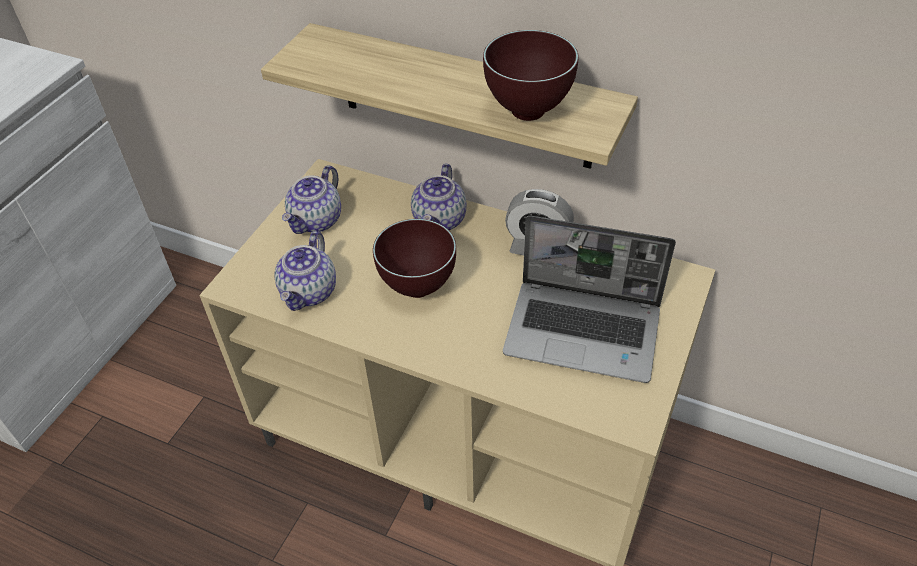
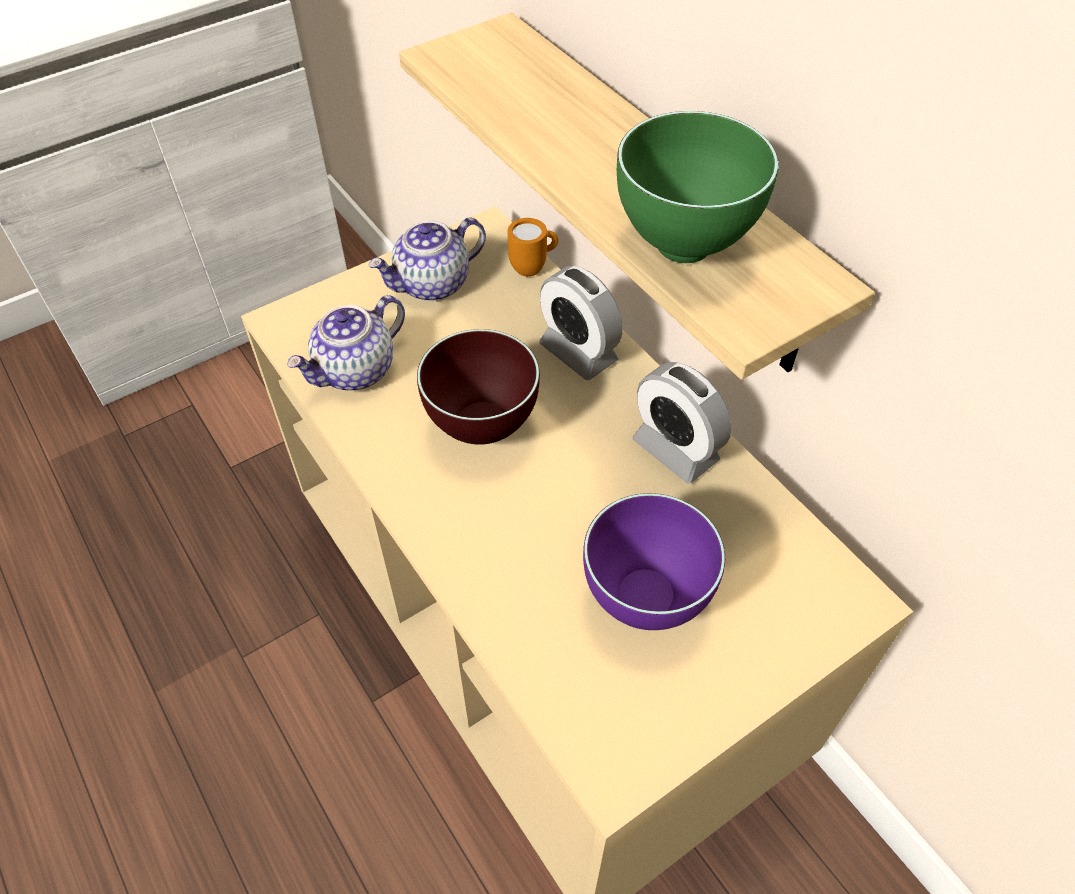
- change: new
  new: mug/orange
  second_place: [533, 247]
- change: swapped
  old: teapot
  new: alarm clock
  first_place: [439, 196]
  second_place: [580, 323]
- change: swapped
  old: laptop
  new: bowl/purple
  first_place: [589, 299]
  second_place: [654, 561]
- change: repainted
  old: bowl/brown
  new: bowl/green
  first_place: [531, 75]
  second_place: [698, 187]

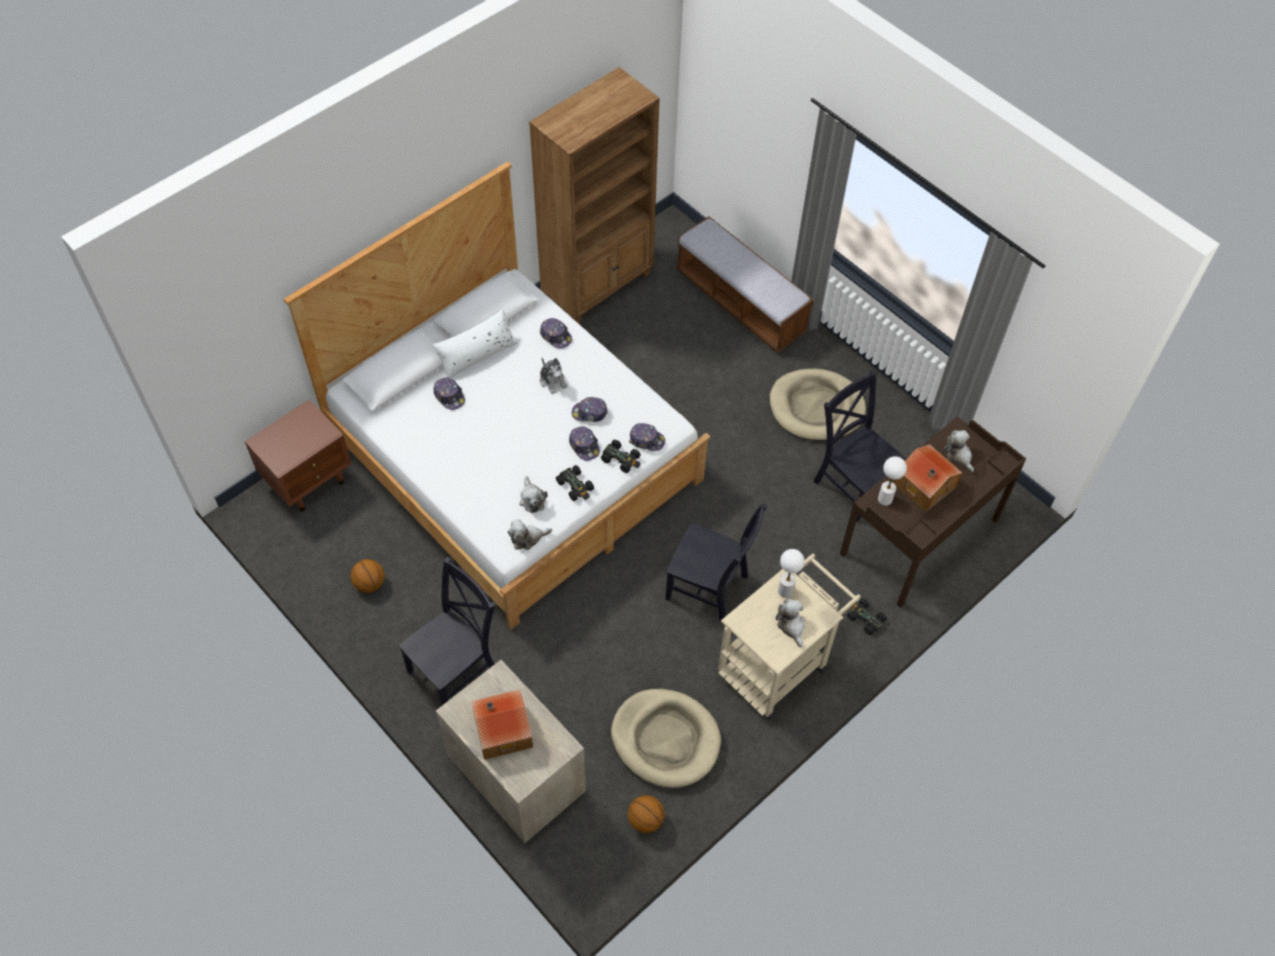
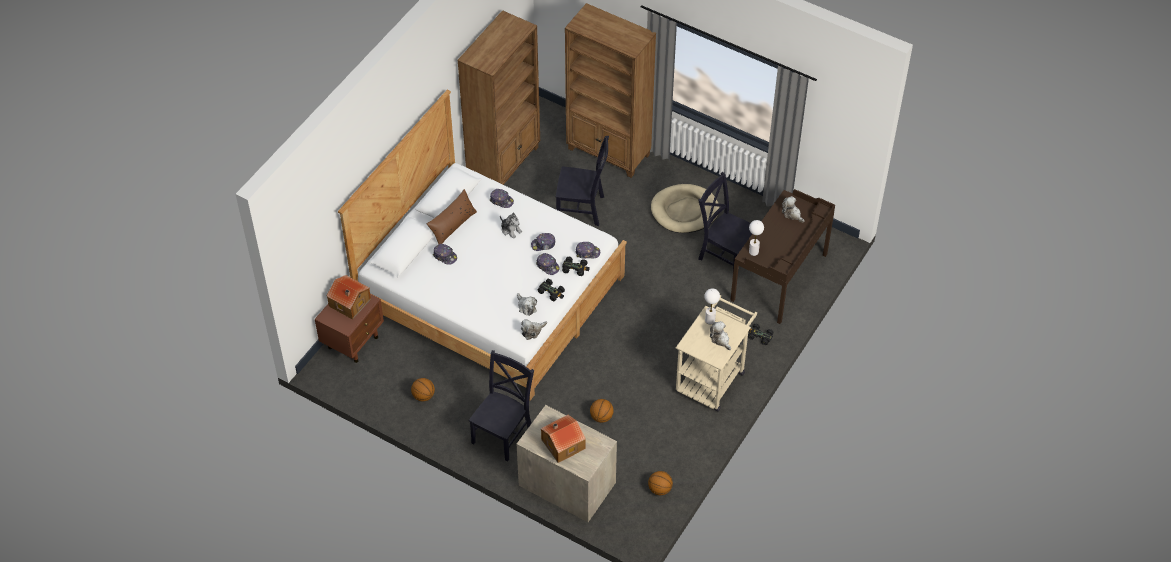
- change: gone
  old: dog bed/beige
  first_place: [666, 738]
- change: new
  new: basketball
  second_place: [602, 411]
- change: shifted
  old: chair/black
  first_place: [716, 563]
  second_place: [582, 181]
- change: shifted
  old: toy house
  first_place: [928, 478]
  second_place: [349, 297]
- change: swapped
  old: bench
  new: bookcase/brown
  first_place: [745, 284]
  second_place: [610, 90]
- change: repainted
  old: pillow/white
  new: pillow/brown
  first_place: [475, 343]
  second_place: [452, 217]

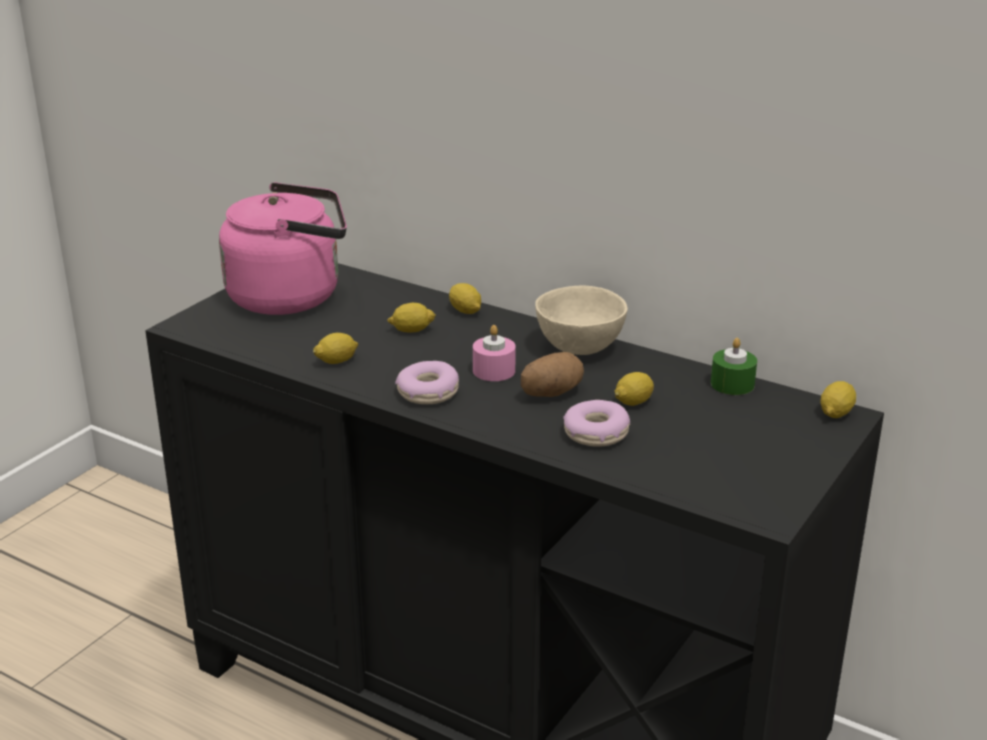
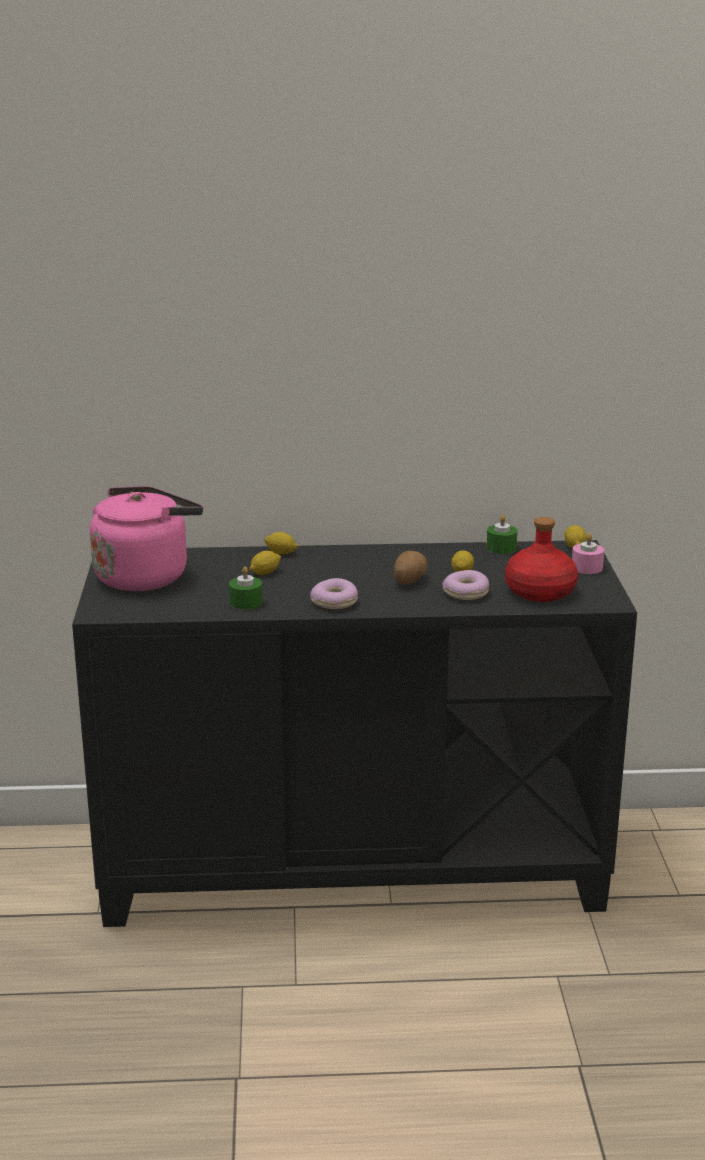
- change: gone
  old: bowl/beige
  first_place: [581, 320]
- change: new
  new: bottle/red
  second_place: [541, 559]
- change: shifted
  old: candle/pink
  first_place: [494, 353]
  second_place: [588, 553]
- change: swapped
  old: lemon
  new: candle/green
  first_place: [335, 348]
  second_place: [246, 588]

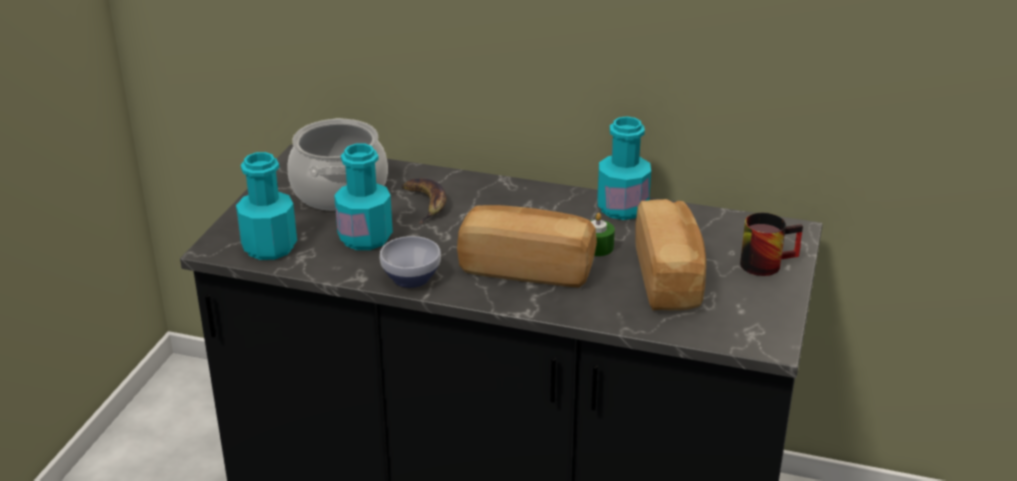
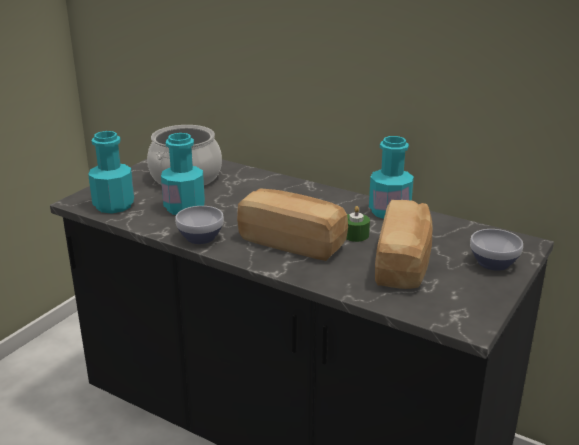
- change: gone
  old: banana
  first_place: [424, 201]
- change: swapped
  old: mug
  new: bowl
  first_place: [771, 244]
  second_place: [496, 250]

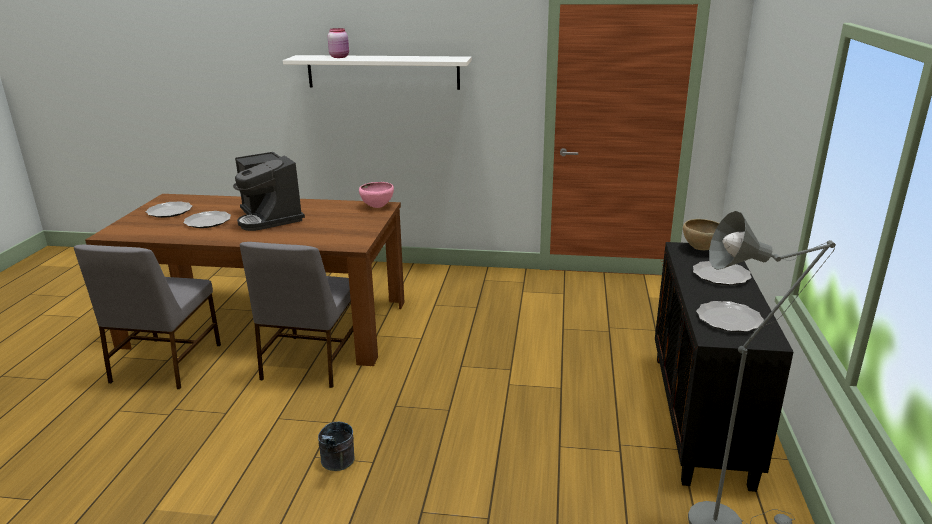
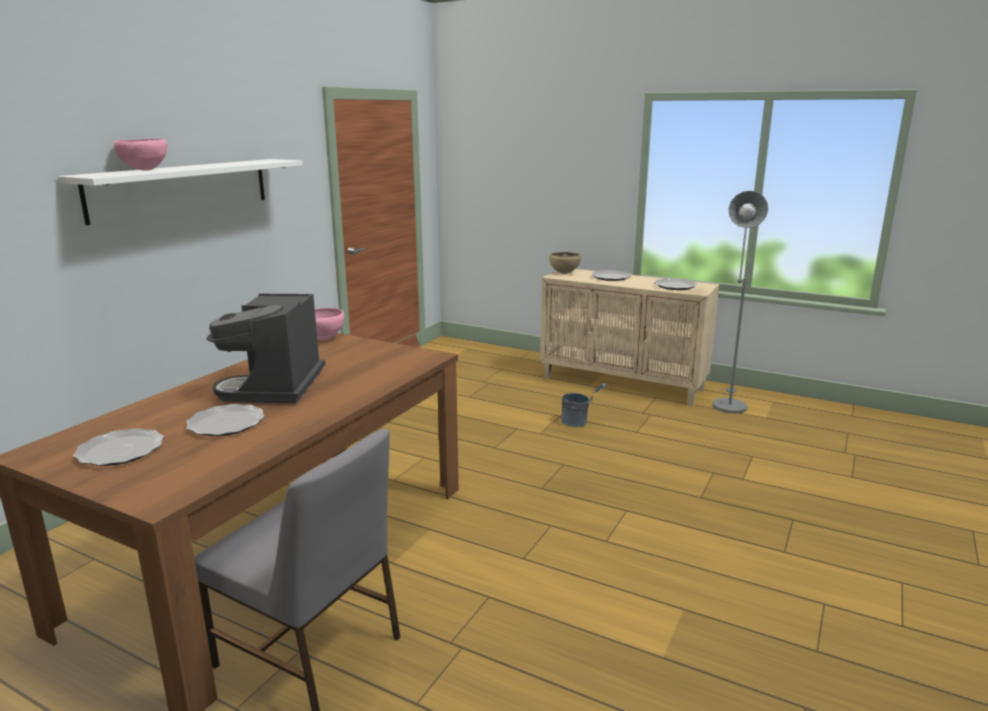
- change: gone
  old: chair/grey
  first_place: [296, 315]
- change: shifted
  old: bucket/grey
  first_place: [336, 446]
  second_place: [584, 405]
- change: swapped
  old: jar/pink
  new: bowl/pink
  first_place: [338, 43]
  second_place: [140, 155]
- change: repainted
  old: cabinet/black
  new: cabinet/beige
  first_place: [724, 367]
  second_place: [629, 337]
- change: rotated
  old: coffee machine
  first_place: [269, 191]
  second_place: [266, 348]
  degrees: 105

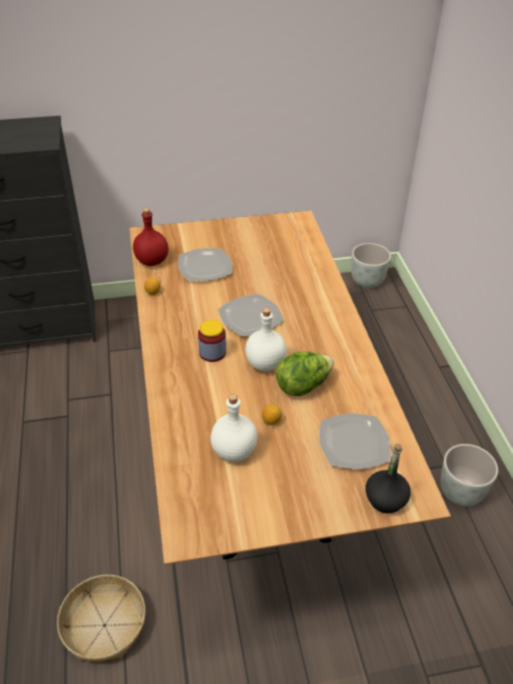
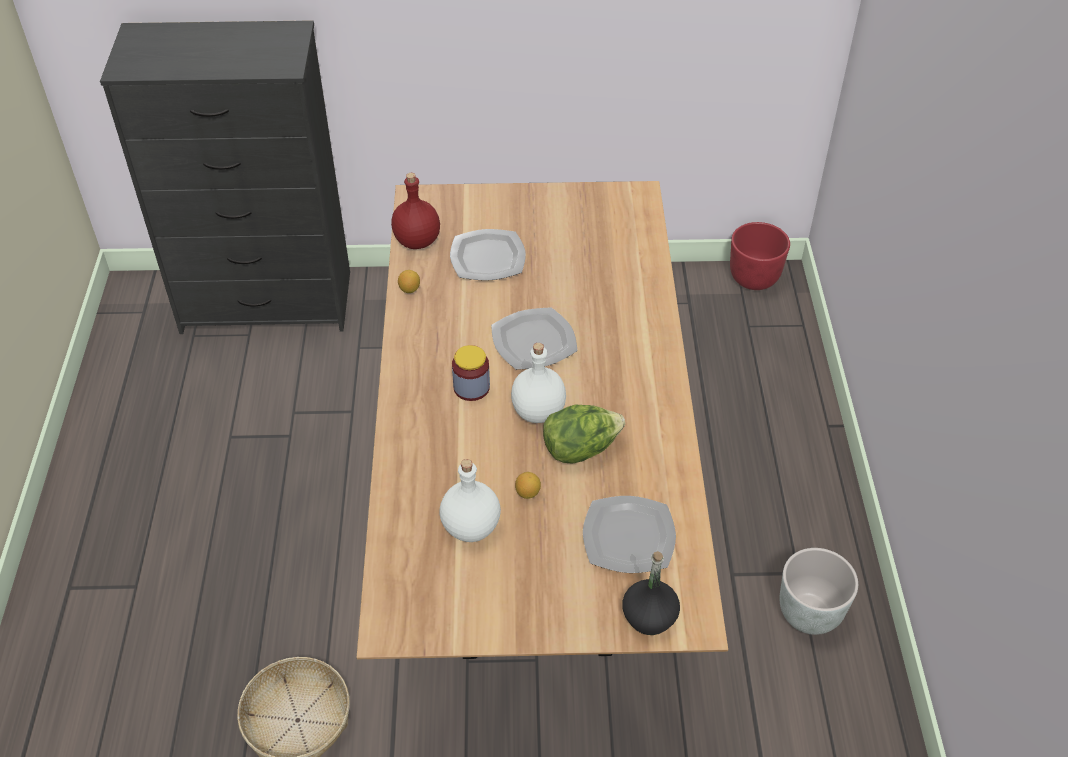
- change: repainted
  old: planter/grey
  new: planter/red
  first_place: [371, 265]
  second_place: [760, 256]

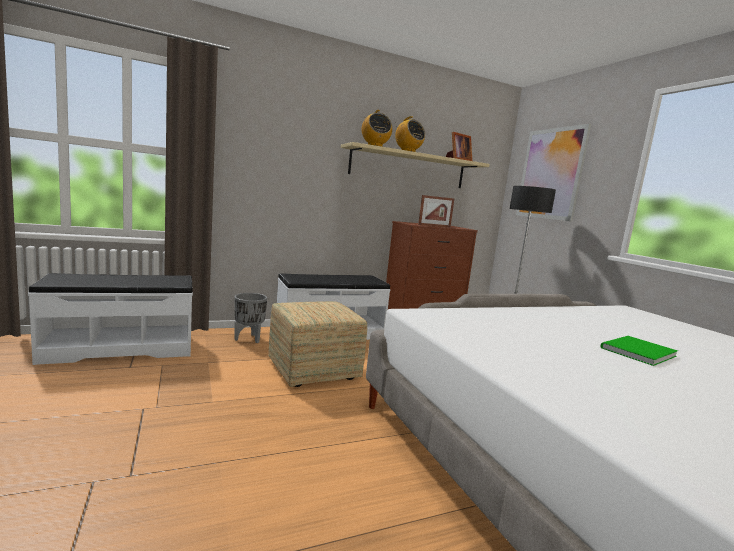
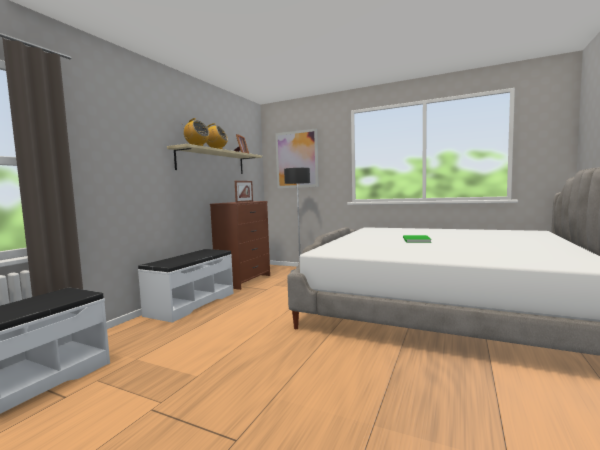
- change: gone
  old: planter/grey
  first_place: [250, 318]
- change: gone
  old: ottoman
  first_place: [317, 344]

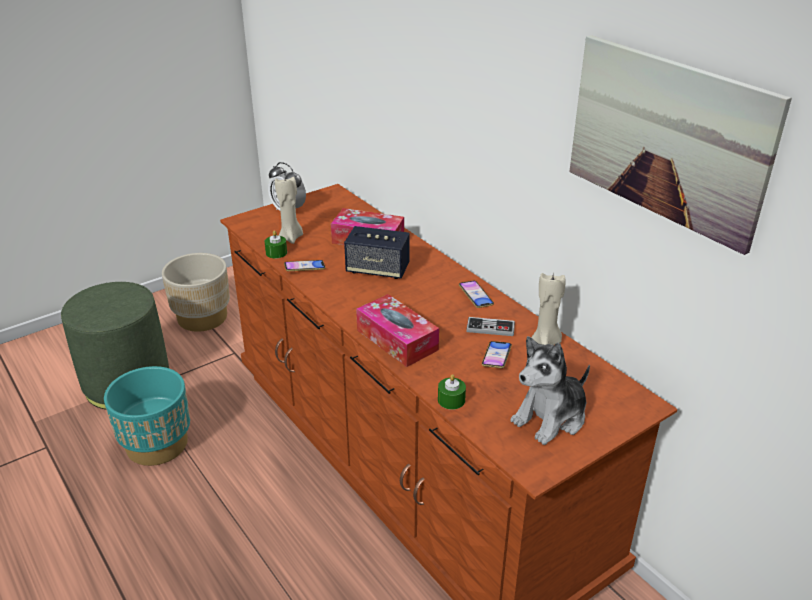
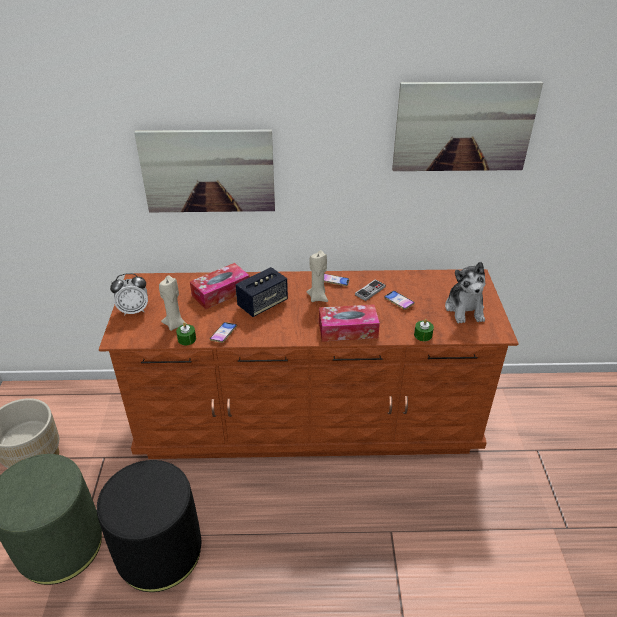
- change: new
  new: picture
  second_place: [204, 170]
- change: shifted
  old: candle/beige
  first_place: [548, 308]
  second_place: [317, 276]
- change: swapped
  old: planter/turquoise
  new: ottoman/black
  first_place: [147, 416]
  second_place: [149, 526]

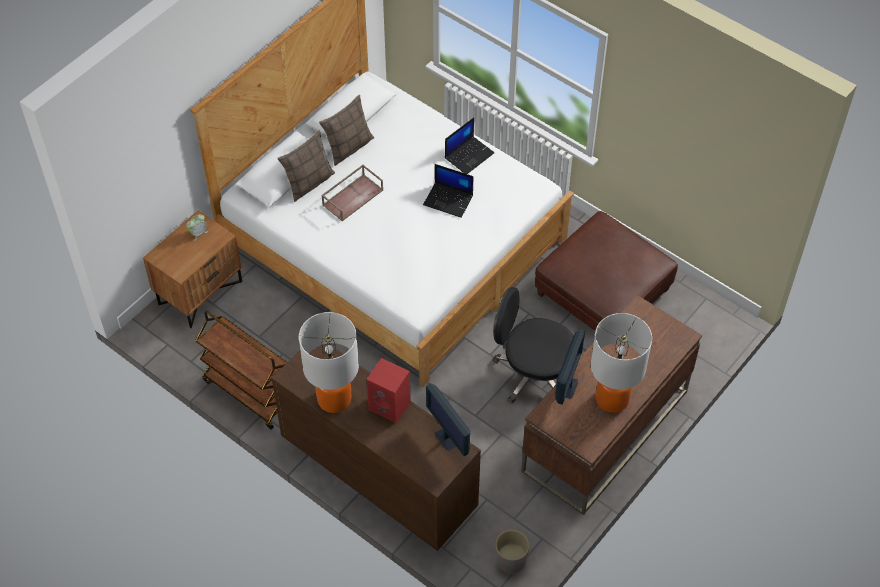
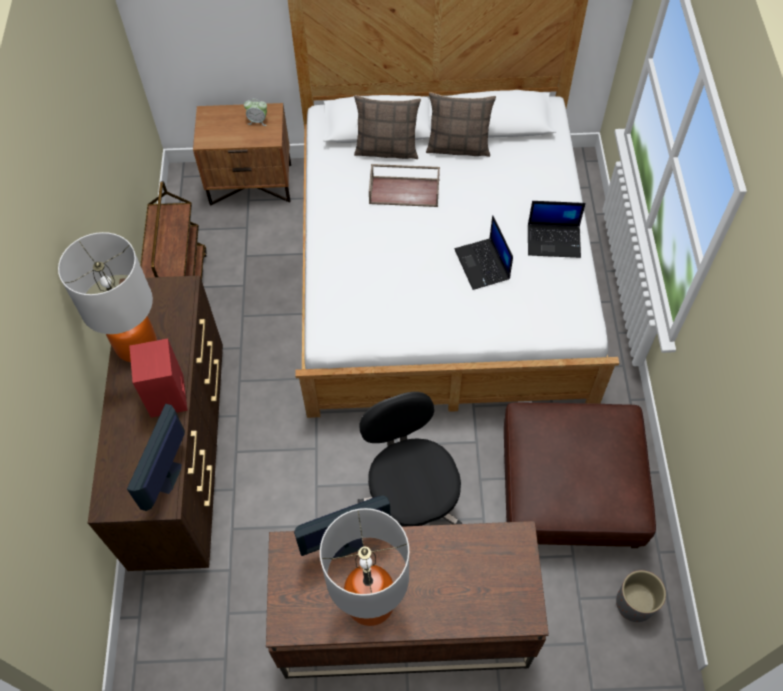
- change: shifted
  old: planter/grey
  first_place: [512, 552]
  second_place: [641, 596]

